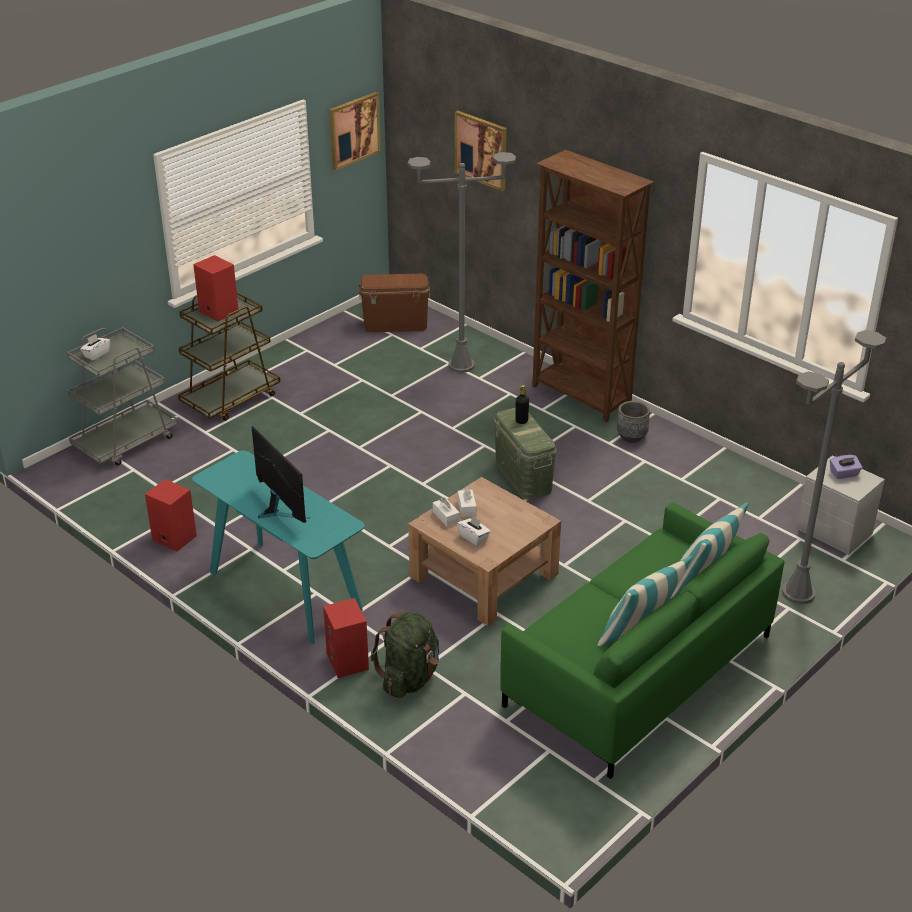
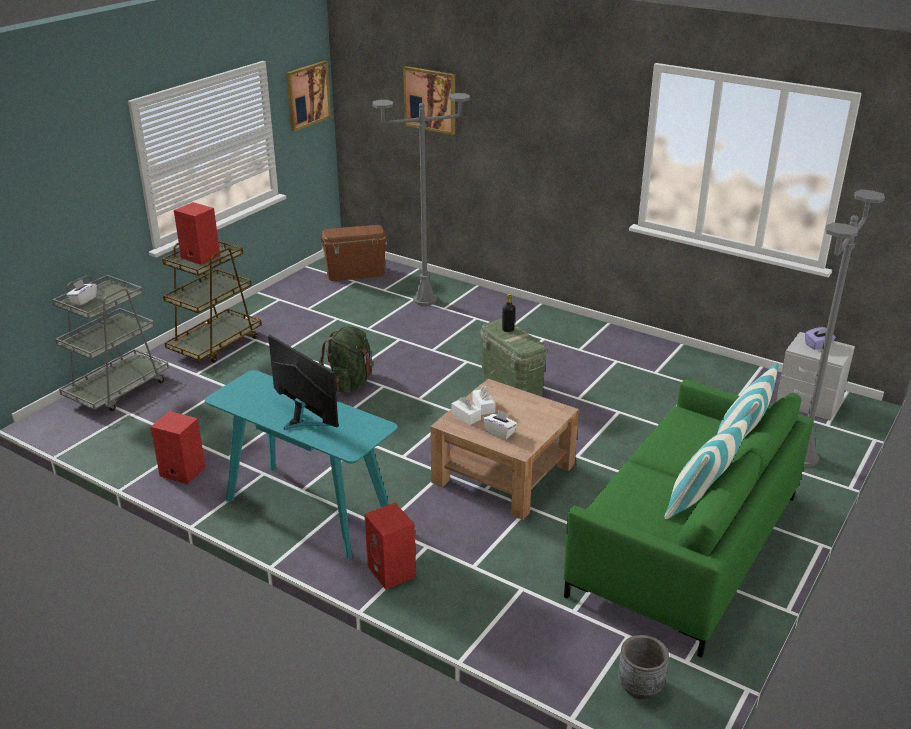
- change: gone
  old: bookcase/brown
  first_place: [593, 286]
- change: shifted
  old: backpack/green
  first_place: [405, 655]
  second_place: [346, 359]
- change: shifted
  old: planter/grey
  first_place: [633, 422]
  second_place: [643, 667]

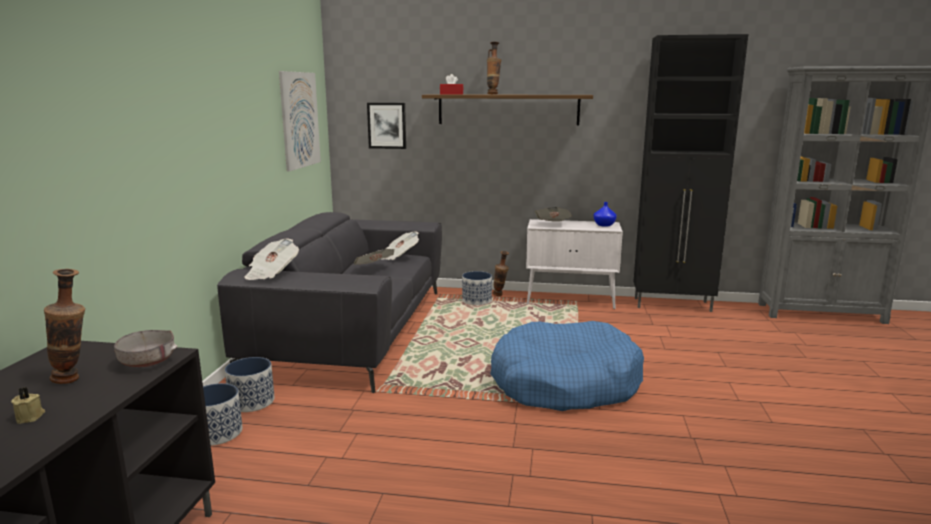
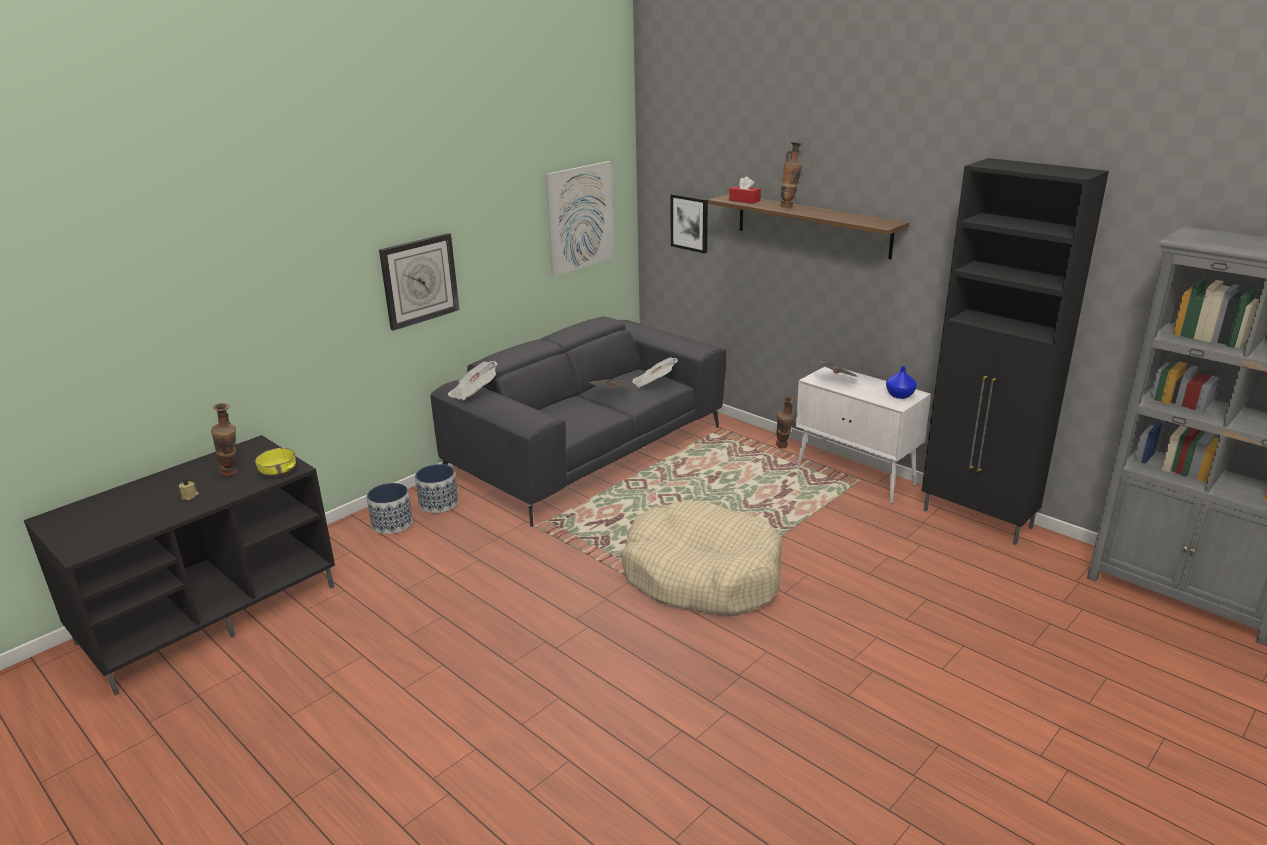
- change: gone
  old: planter
  first_place: [477, 288]
- change: new
  new: wall clock
  second_place: [419, 282]
- change: repainted
  old: bowl/grey
  new: bowl/yellow
  first_place: [145, 348]
  second_place: [275, 462]
- change: repainted
  old: dog bed/blue
  new: dog bed/beige
  first_place: [567, 366]
  second_place: [702, 558]

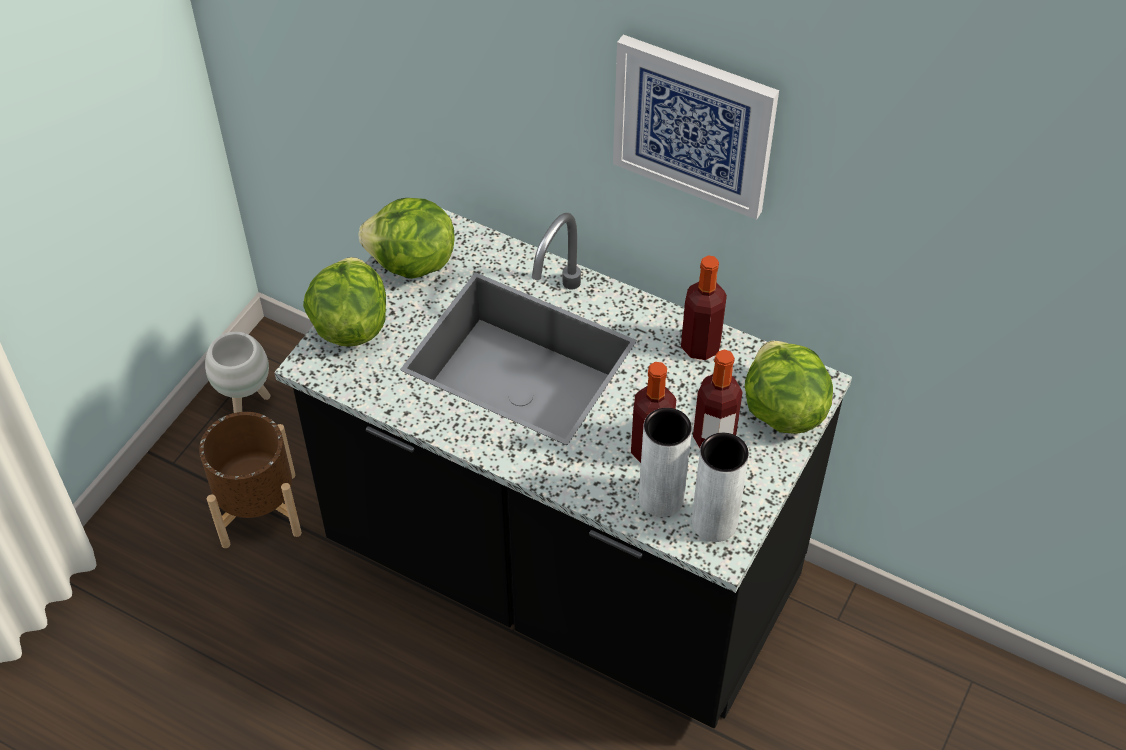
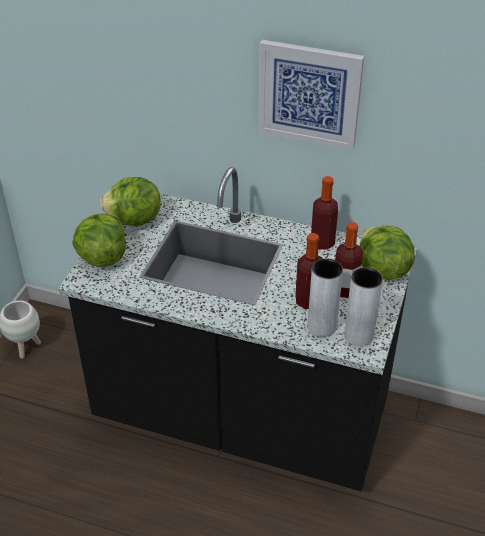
- change: gone
  old: planter/brown
  first_place: [250, 480]

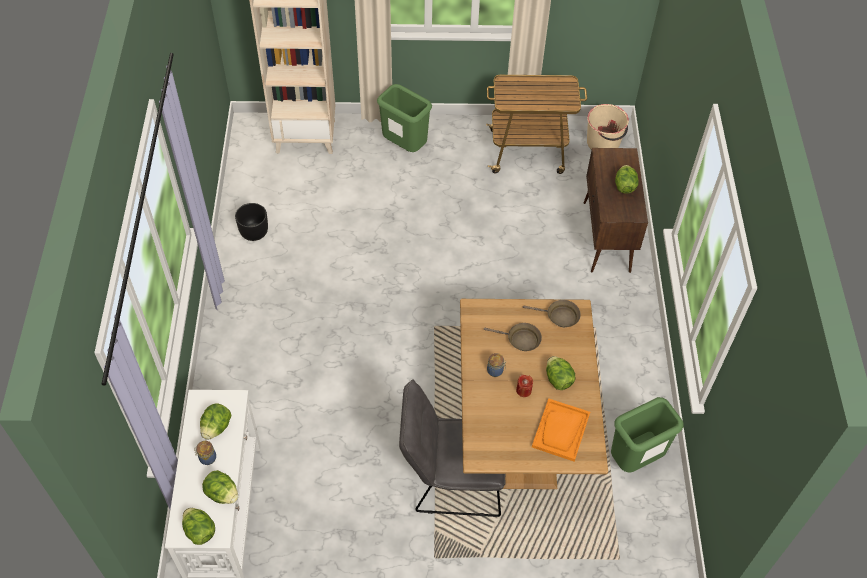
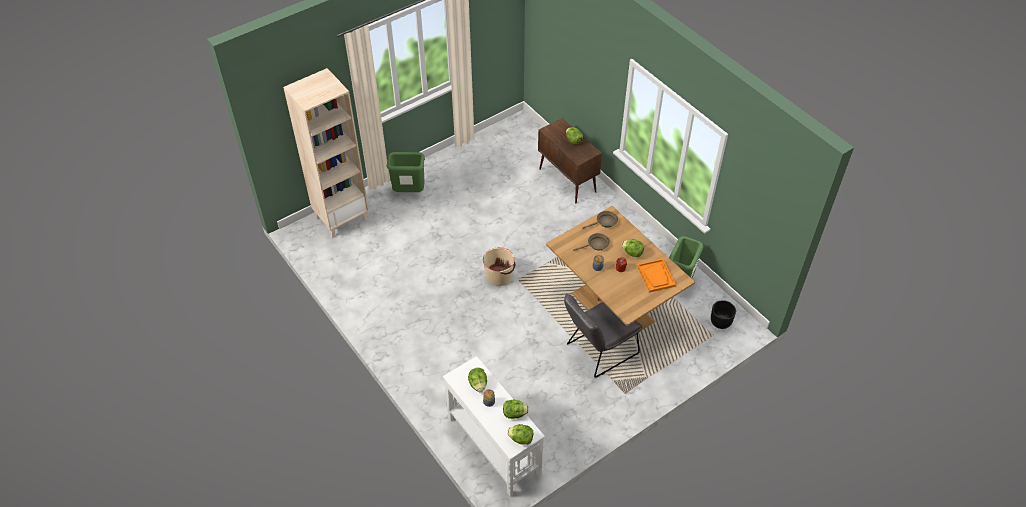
- change: gone
  old: cart
  first_place: [536, 124]
- change: shifted
  old: planter/black
  first_place: [251, 222]
  second_place: [723, 314]
- change: shifted
  old: bucket/beige
  first_place: [608, 127]
  second_place: [499, 266]

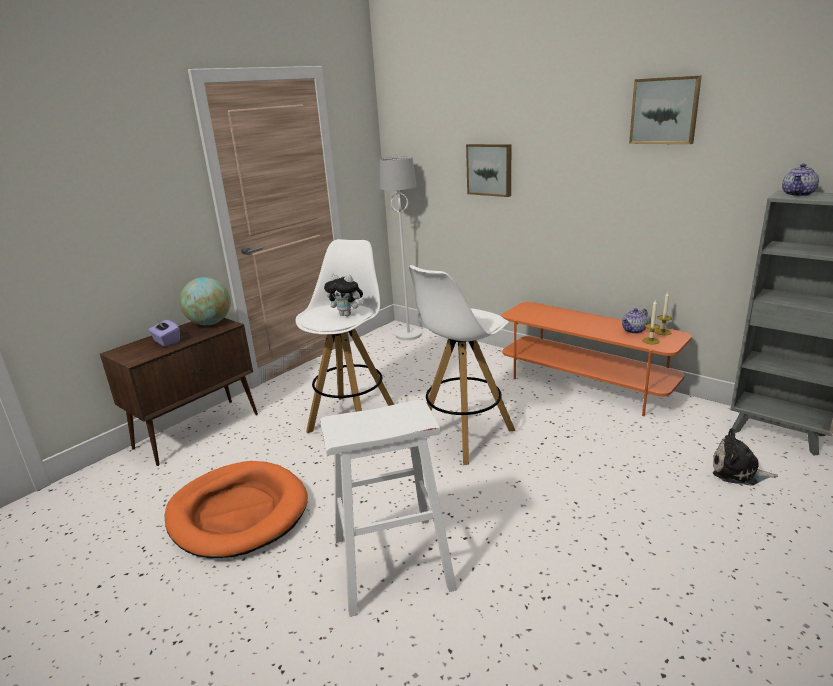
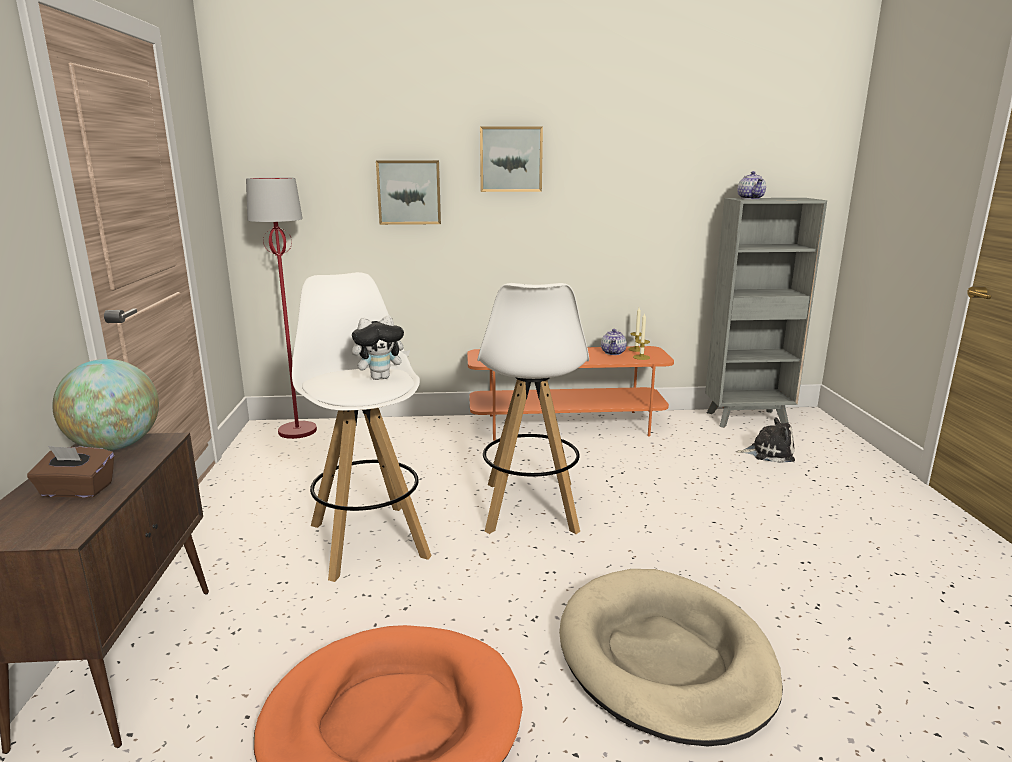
- change: shifted
  old: picture
  first_place: [665, 109]
  second_place: [511, 159]
- change: swapped
  old: stool/white
  new: dog bed/beige
  first_place: [388, 508]
  second_place: [671, 657]
- change: repainted
  old: tissue box/purple
  new: tissue box/brown
  first_place: [164, 333]
  second_place: [70, 472]
- change: repainted
  old: floor lamp/white
  new: floor lamp/red
  first_place: [401, 248]
  second_place: [281, 308]
- change: rotated
  old: plush toy
  first_place: [745, 457]
  second_place: [765, 440]
  degrees: -150

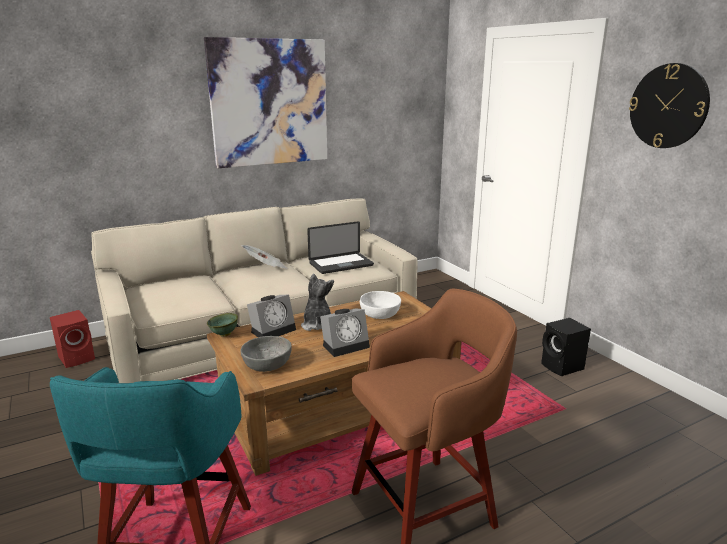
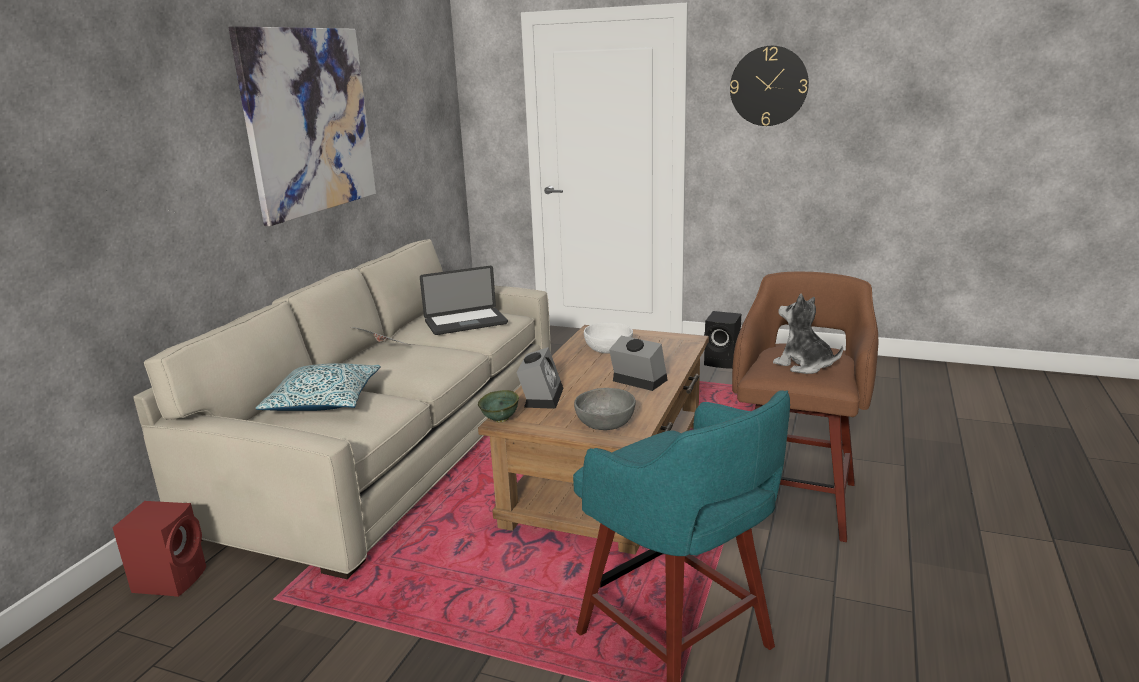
- change: new
  new: pillow
  second_place: [318, 387]
- change: shifted
  old: plush toy
  first_place: [317, 302]
  second_place: [808, 333]
- change: rotated
  old: laptop
  first_place: [340, 247]
  second_place: [464, 300]
  degrees: 45
- change: rotated
  old: alarm clock
  first_place: [345, 332]
  second_place: [638, 363]
  degrees: -75

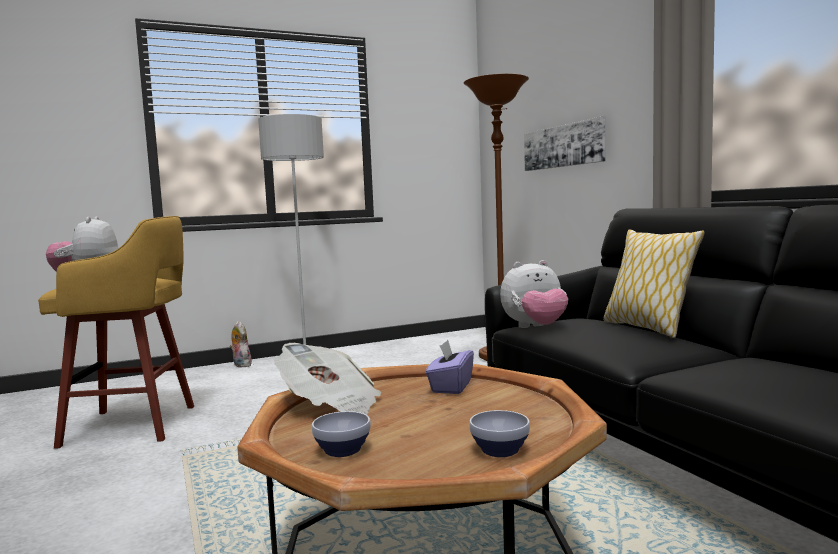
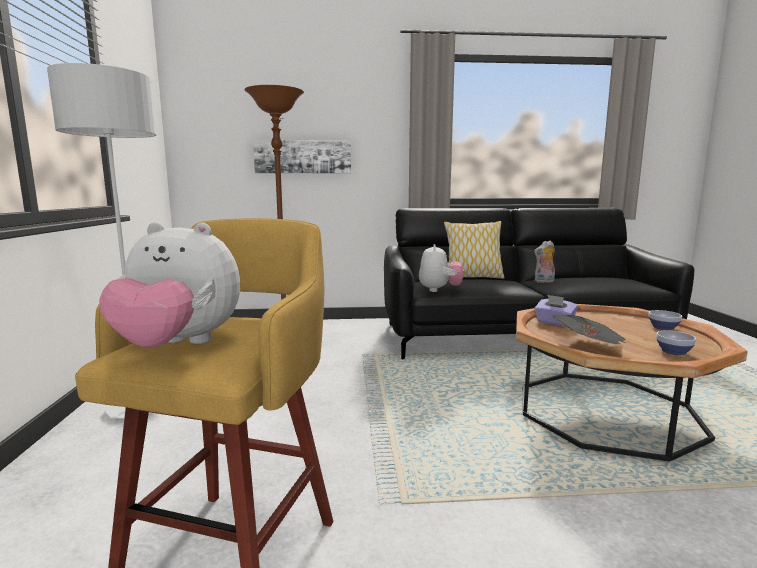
- change: shifted
  old: plush toy
  first_place: [240, 344]
  second_place: [544, 261]

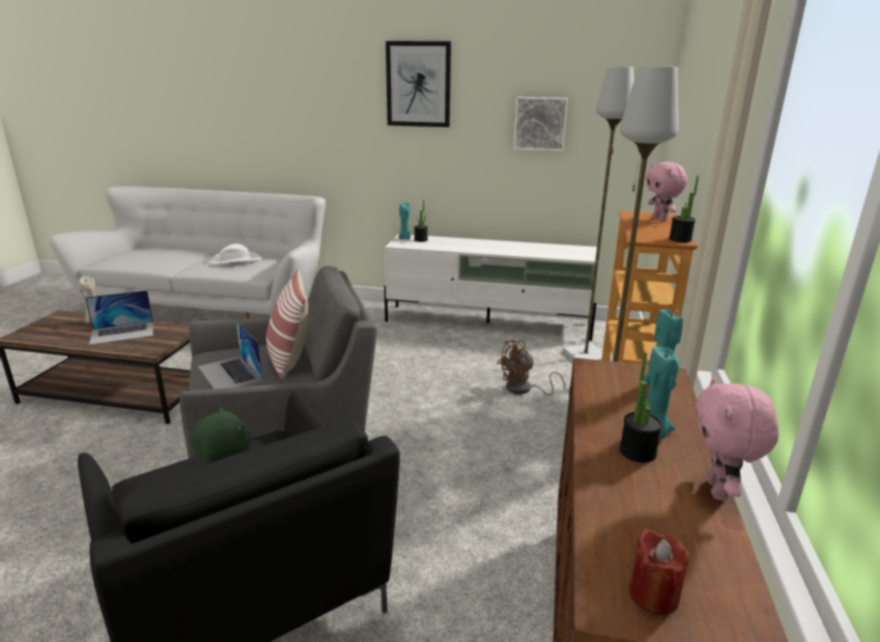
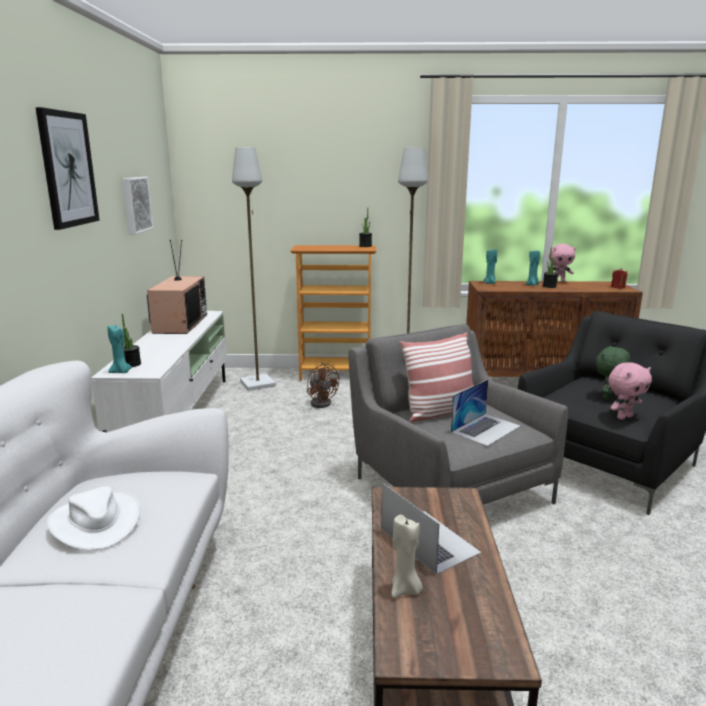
- change: new
  new: television
  second_place: [177, 287]
- change: shifted
  old: plush toy/pink
  first_place: [666, 192]
  second_place: [630, 391]

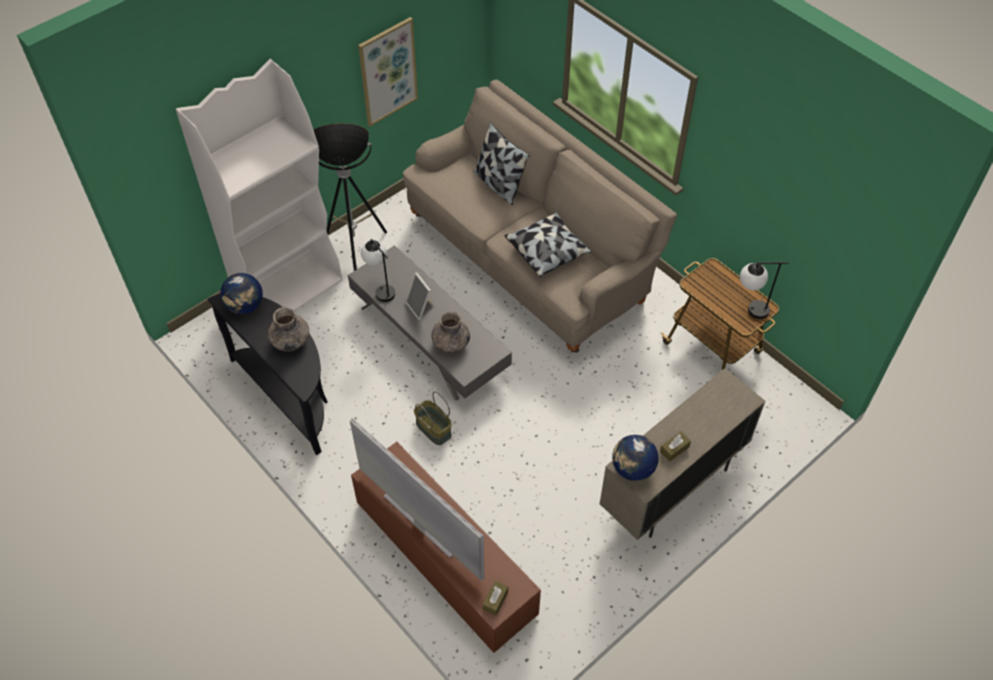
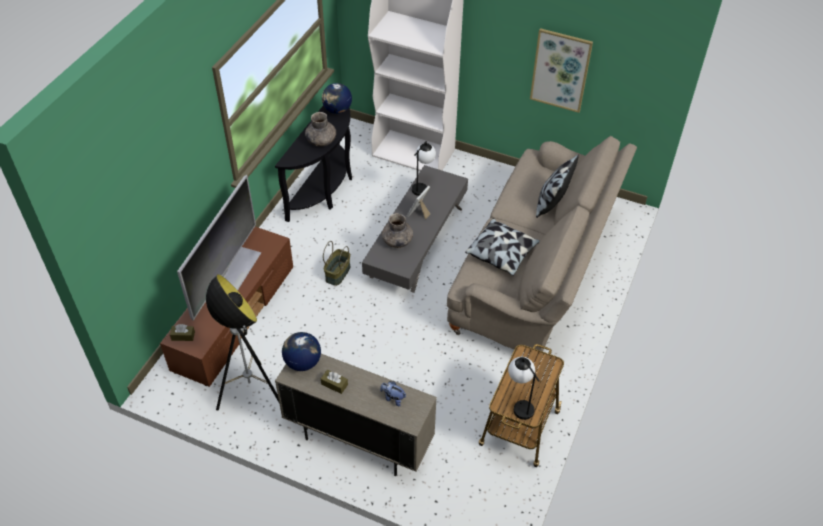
- change: new
  new: plush toy
  second_place: [393, 394]
- change: shifted
  old: floor lamp
  first_place: [350, 197]
  second_place: [242, 342]

